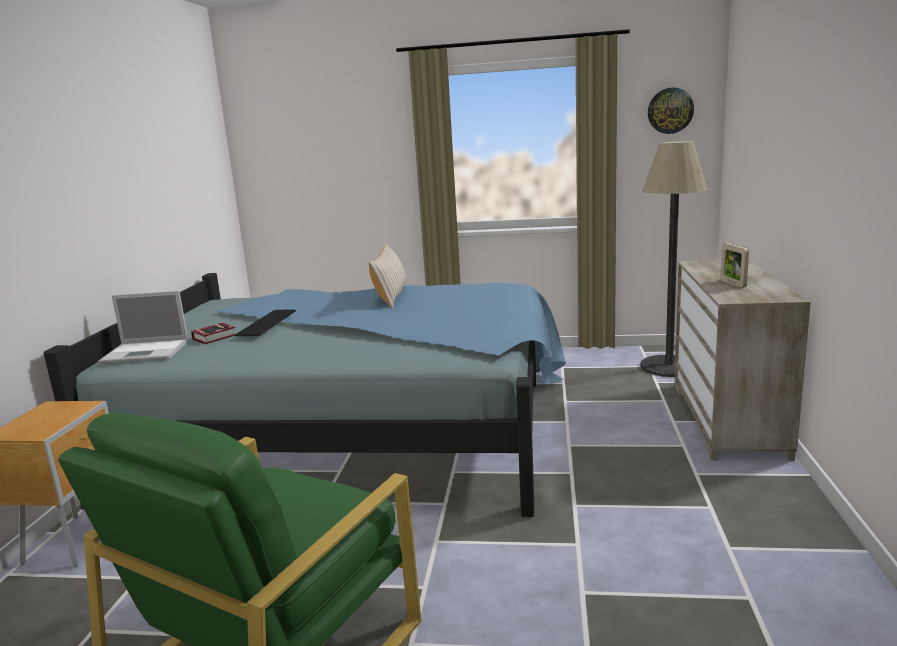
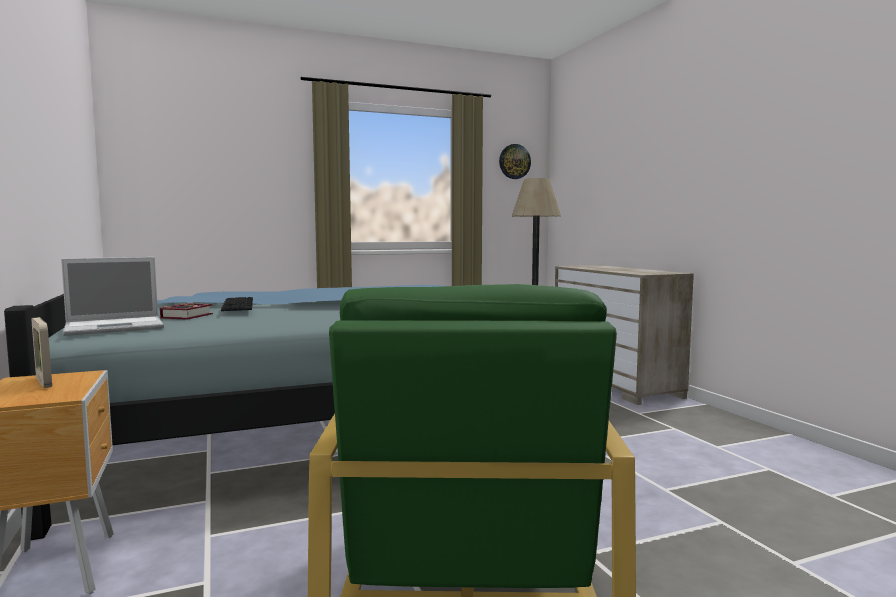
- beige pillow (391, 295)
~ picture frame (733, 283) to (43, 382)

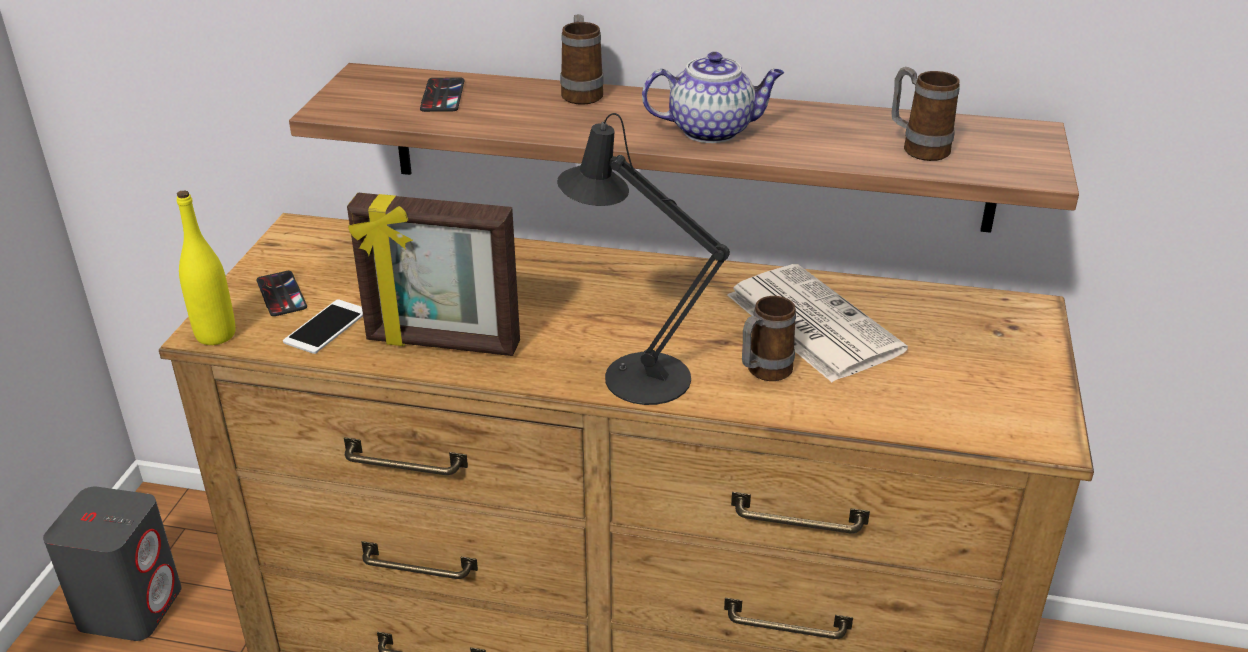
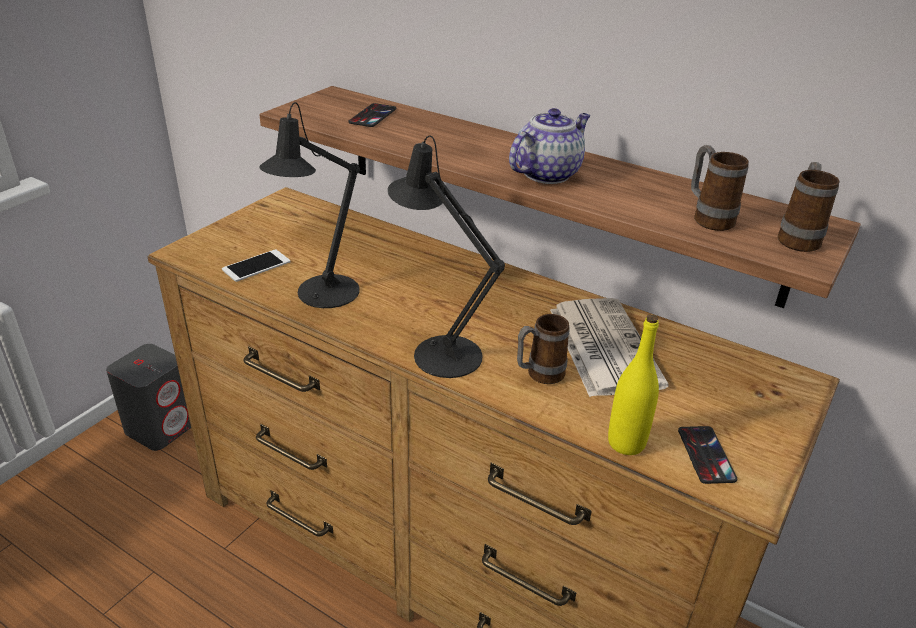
~ yellow bottle (216, 335) to (626, 443)
~ phone (281, 294) to (706, 455)
~ picture frame (442, 344) to black table lamp (322, 295)
~ mug (582, 92) to (798, 238)
~ teapot (712, 130) = (547, 173) 60 degrees counterclockwise

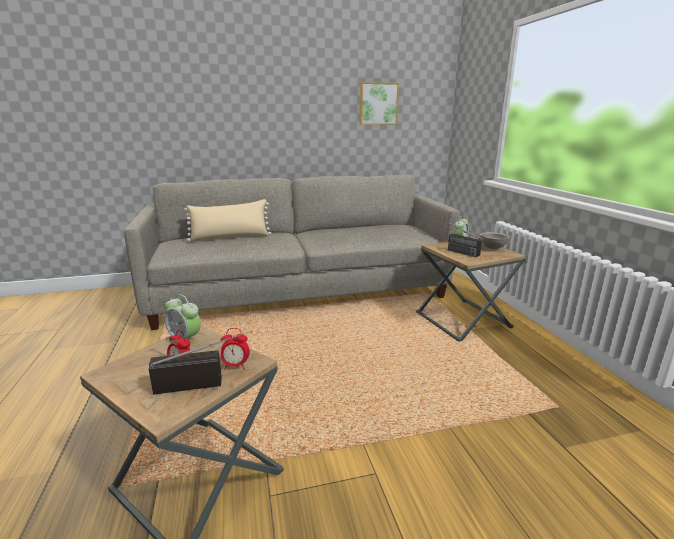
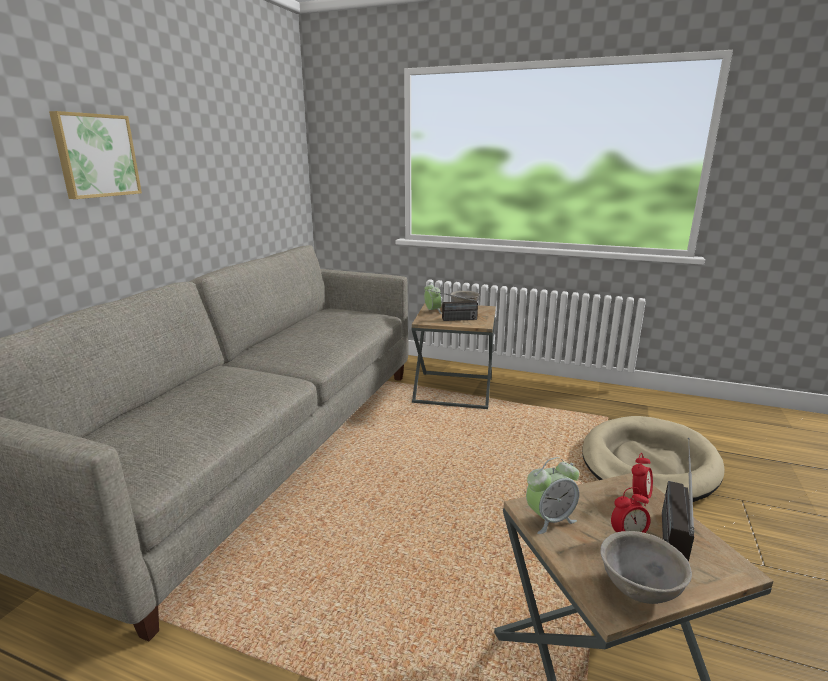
- beige pillow (230, 237)
~ picture (378, 104) to (96, 155)
+ beige dog bed (648, 464)
+ grey bowl (637, 590)

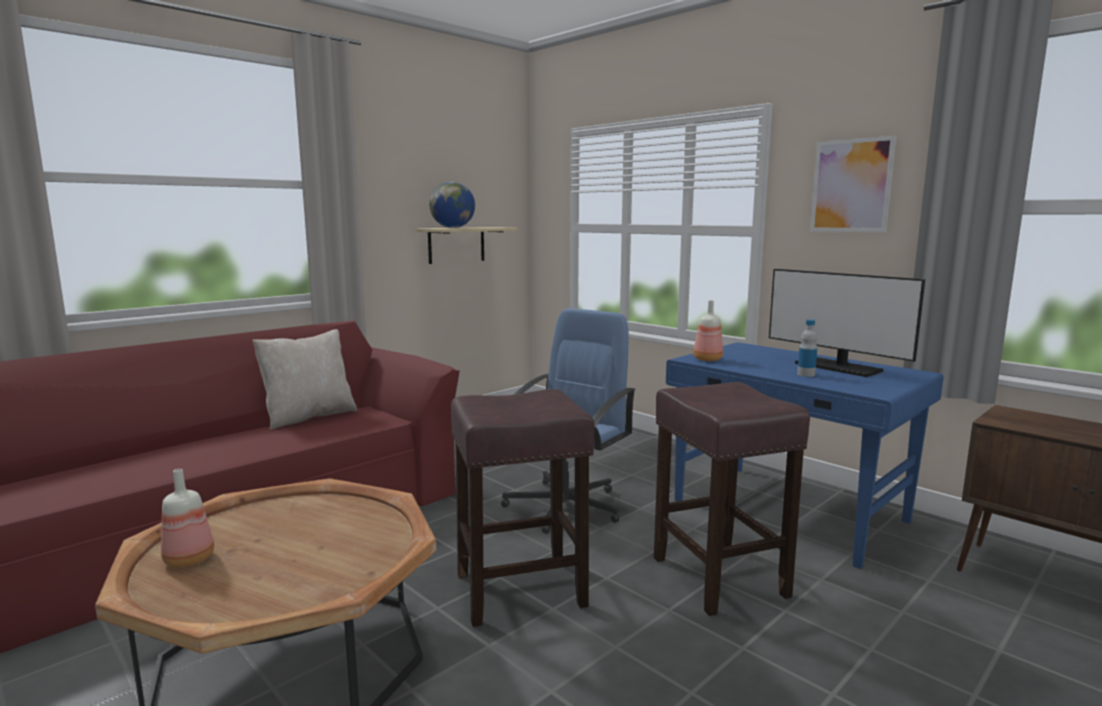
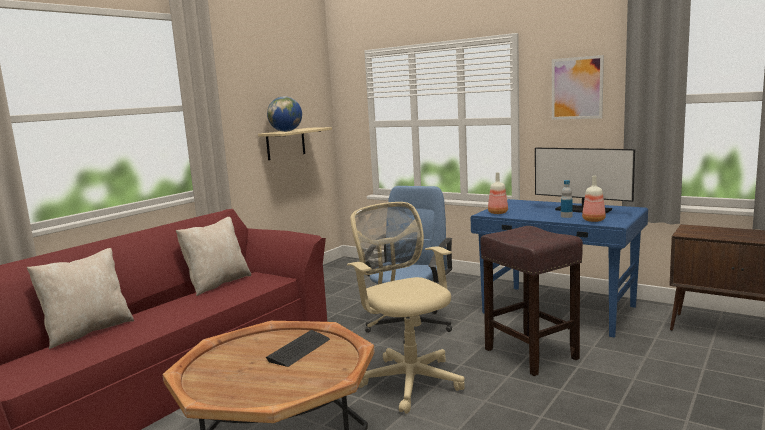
~ bottle (191, 559) to (594, 220)
~ brown stool (522, 589) to beige office chair (409, 379)
+ beige pillow (88, 331)
+ keyboard (299, 349)

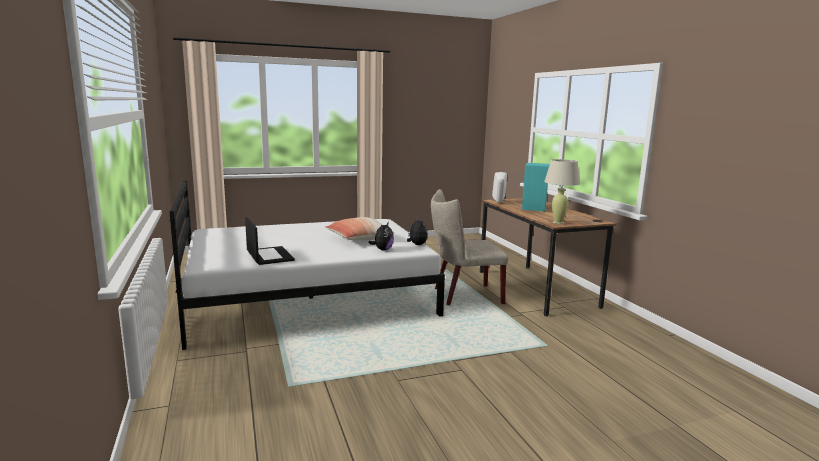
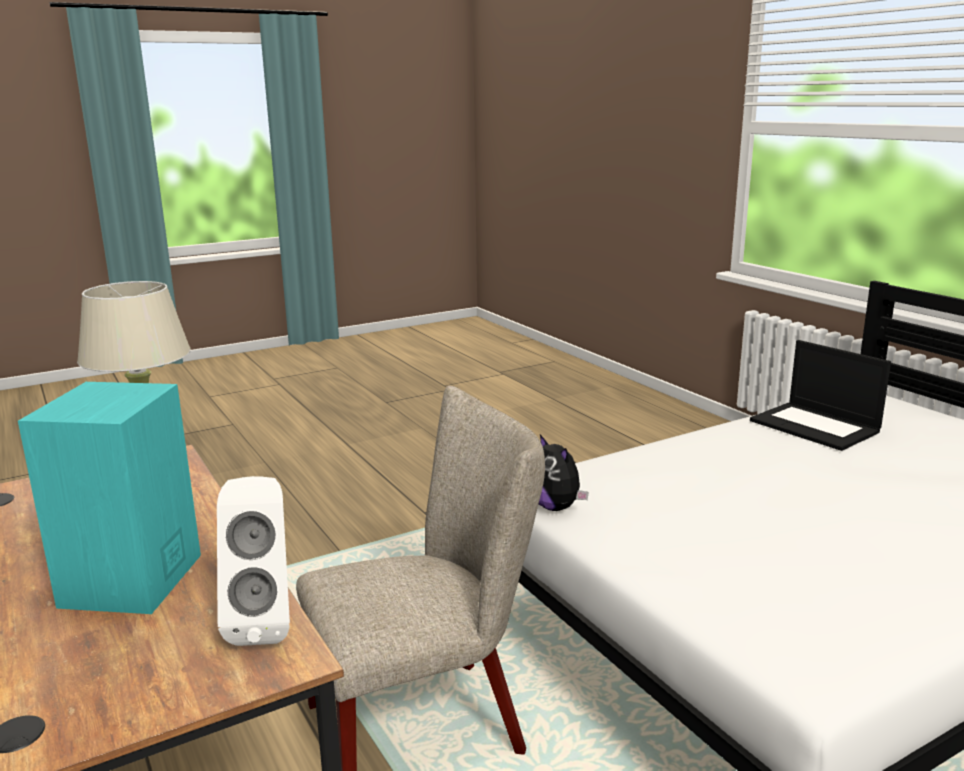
- pillow (359, 239)
- plush toy (382, 250)

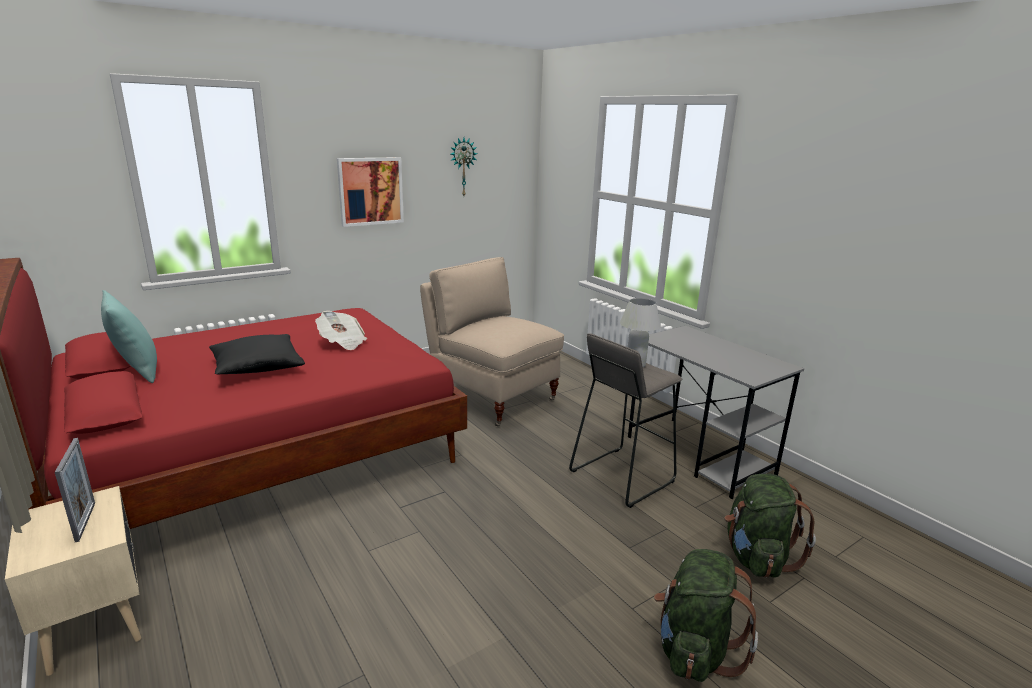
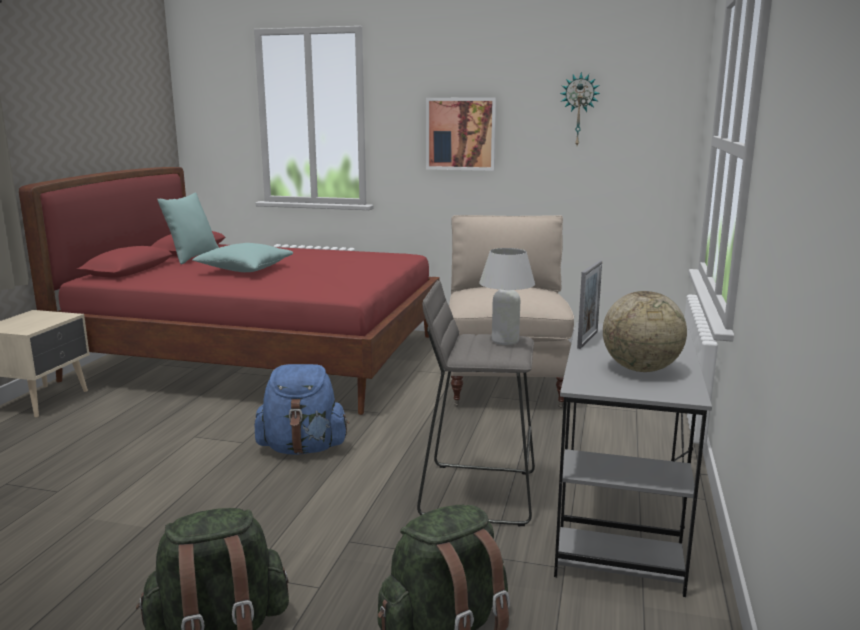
~ picture frame (85, 521) to (587, 339)
~ black pillow (257, 367) to turquoise pillow (245, 270)
- newspaper (342, 342)
+ blue backpack (303, 448)
+ globe (640, 369)

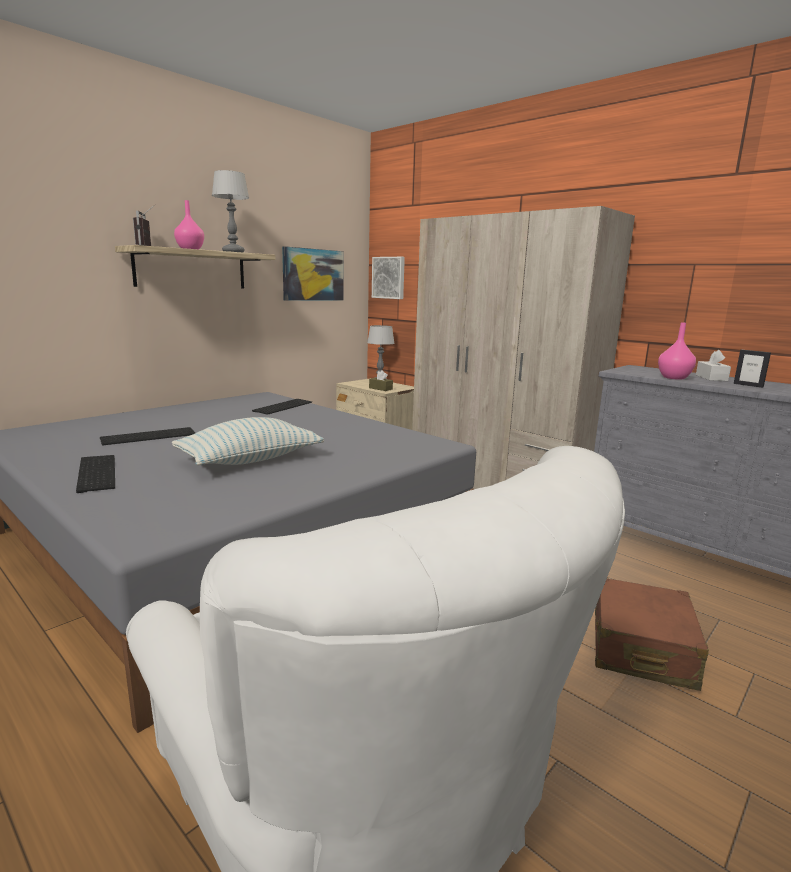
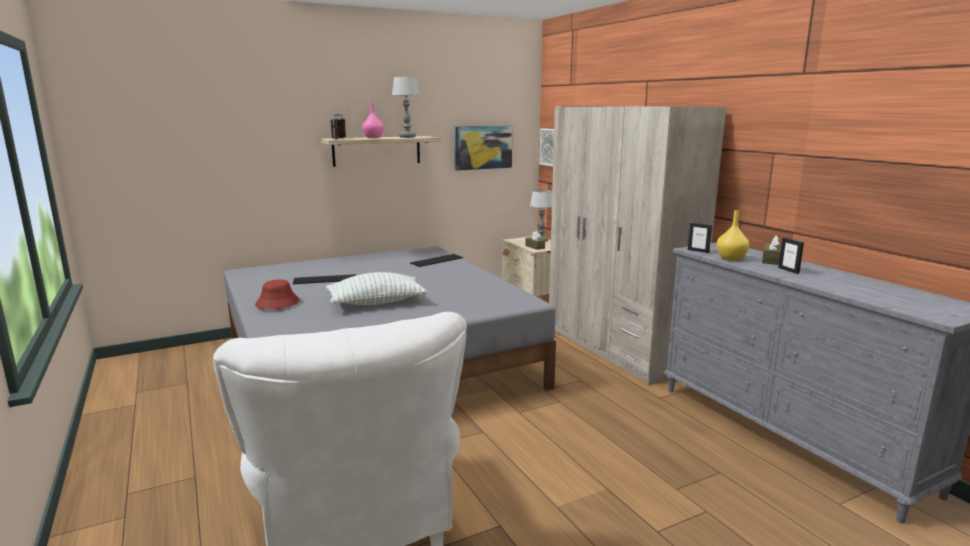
~ keyboard (94, 473) to red hat (277, 303)
- brown suitcase (641, 648)
~ pink vase (674, 378) to yellow vase (731, 259)
~ white tissue box (711, 378) to brown tissue box (771, 260)
+ picture frame (698, 251)

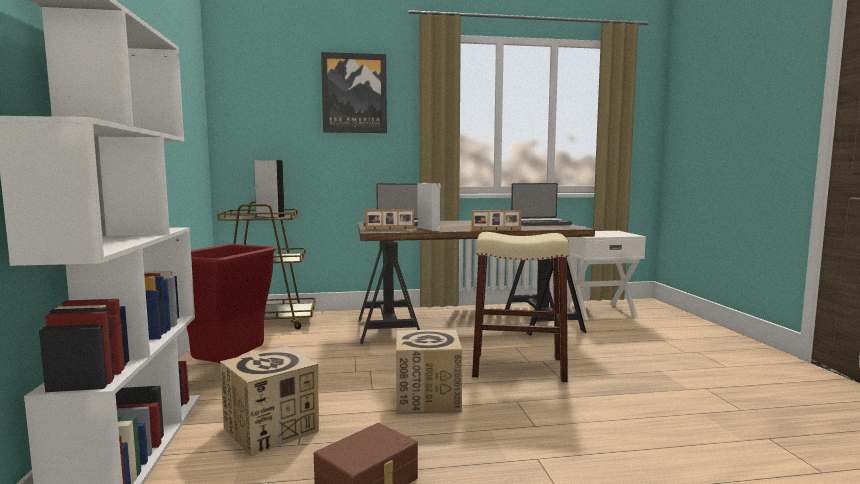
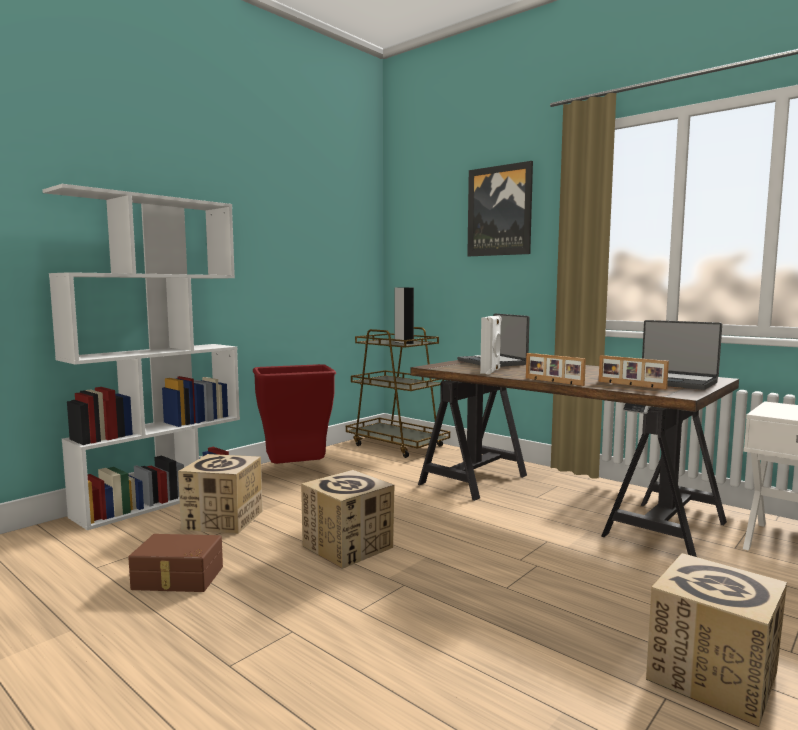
~ picture frame (390, 229) to (631, 385)
- beige stool (518, 367)
+ cardboard box (712, 676)

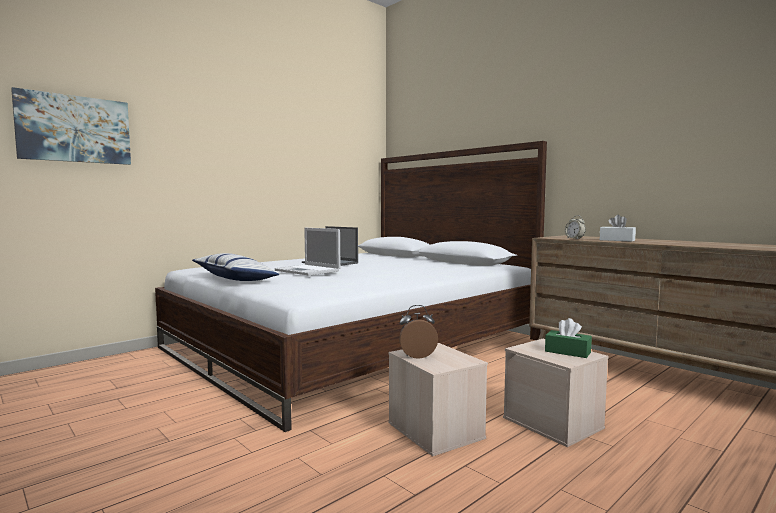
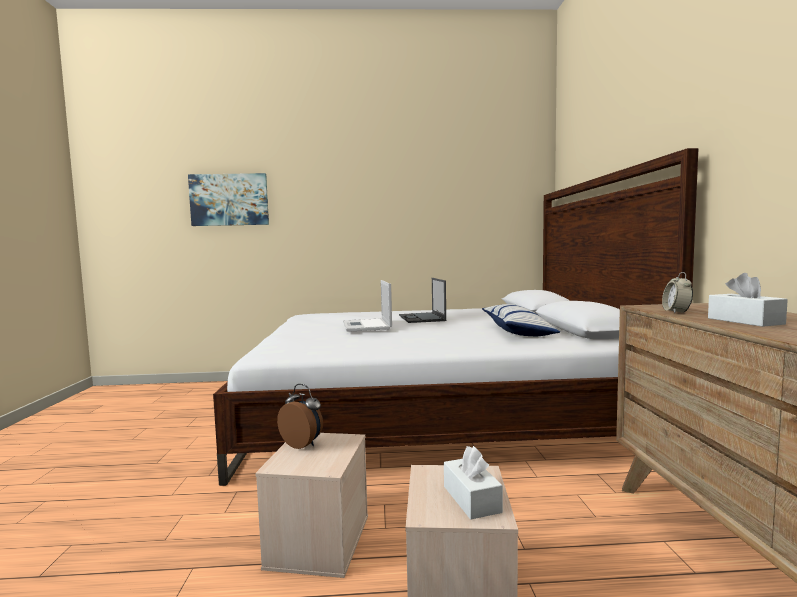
~ pillow (234, 279) to (517, 331)
~ green tissue box (567, 352) to white tissue box (471, 499)

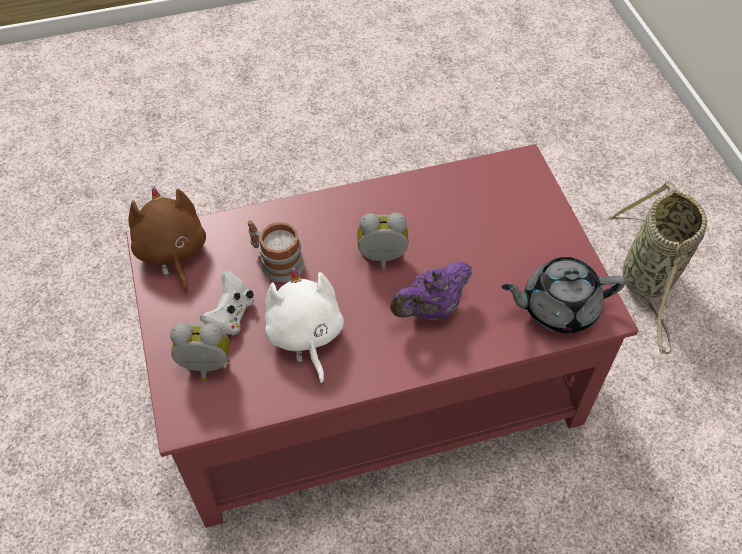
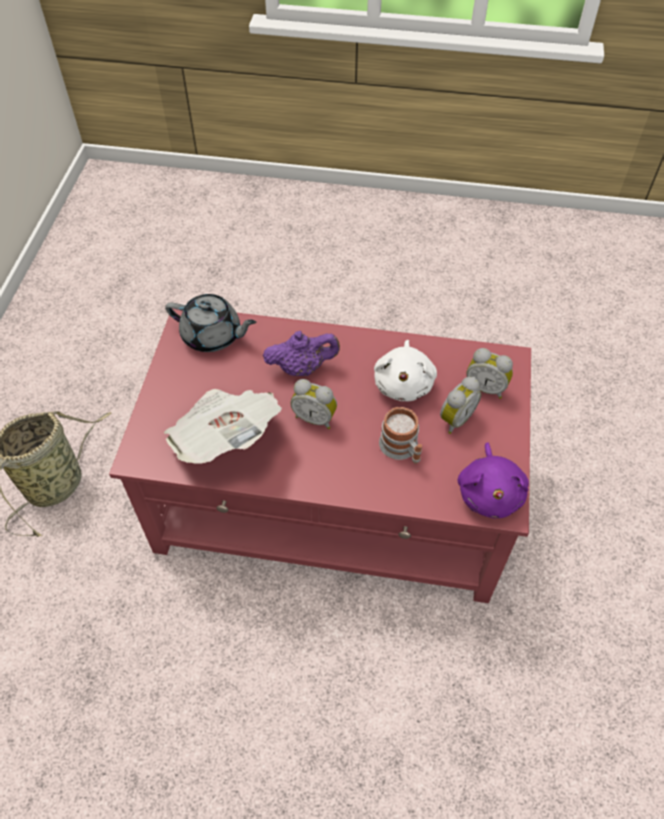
~ brown plush toy (172, 252) to purple plush toy (490, 493)
~ white game controller (231, 315) to alarm clock (454, 419)
+ newspaper (224, 438)

